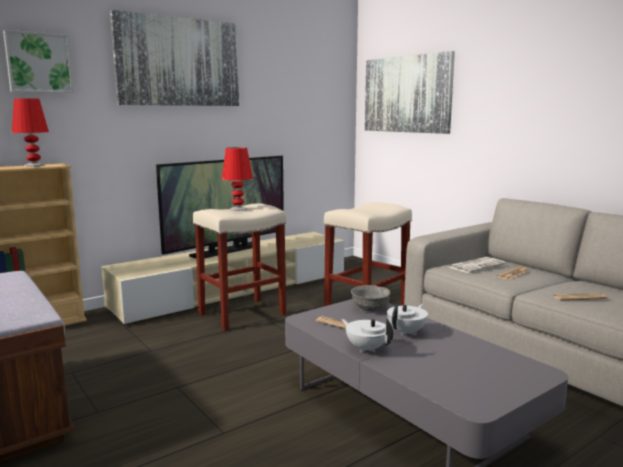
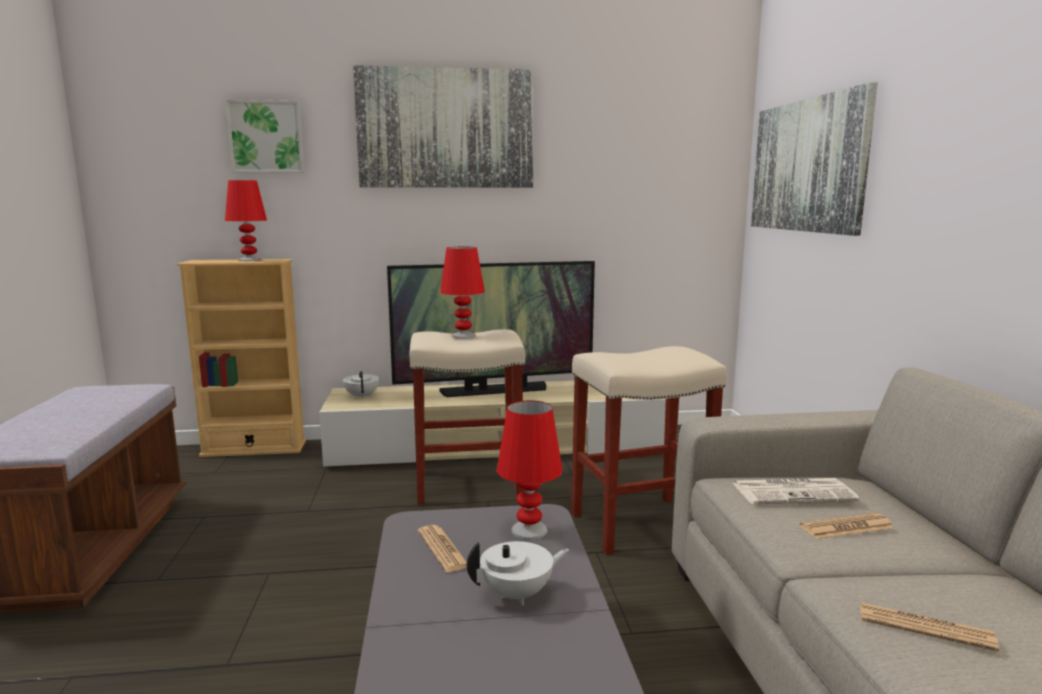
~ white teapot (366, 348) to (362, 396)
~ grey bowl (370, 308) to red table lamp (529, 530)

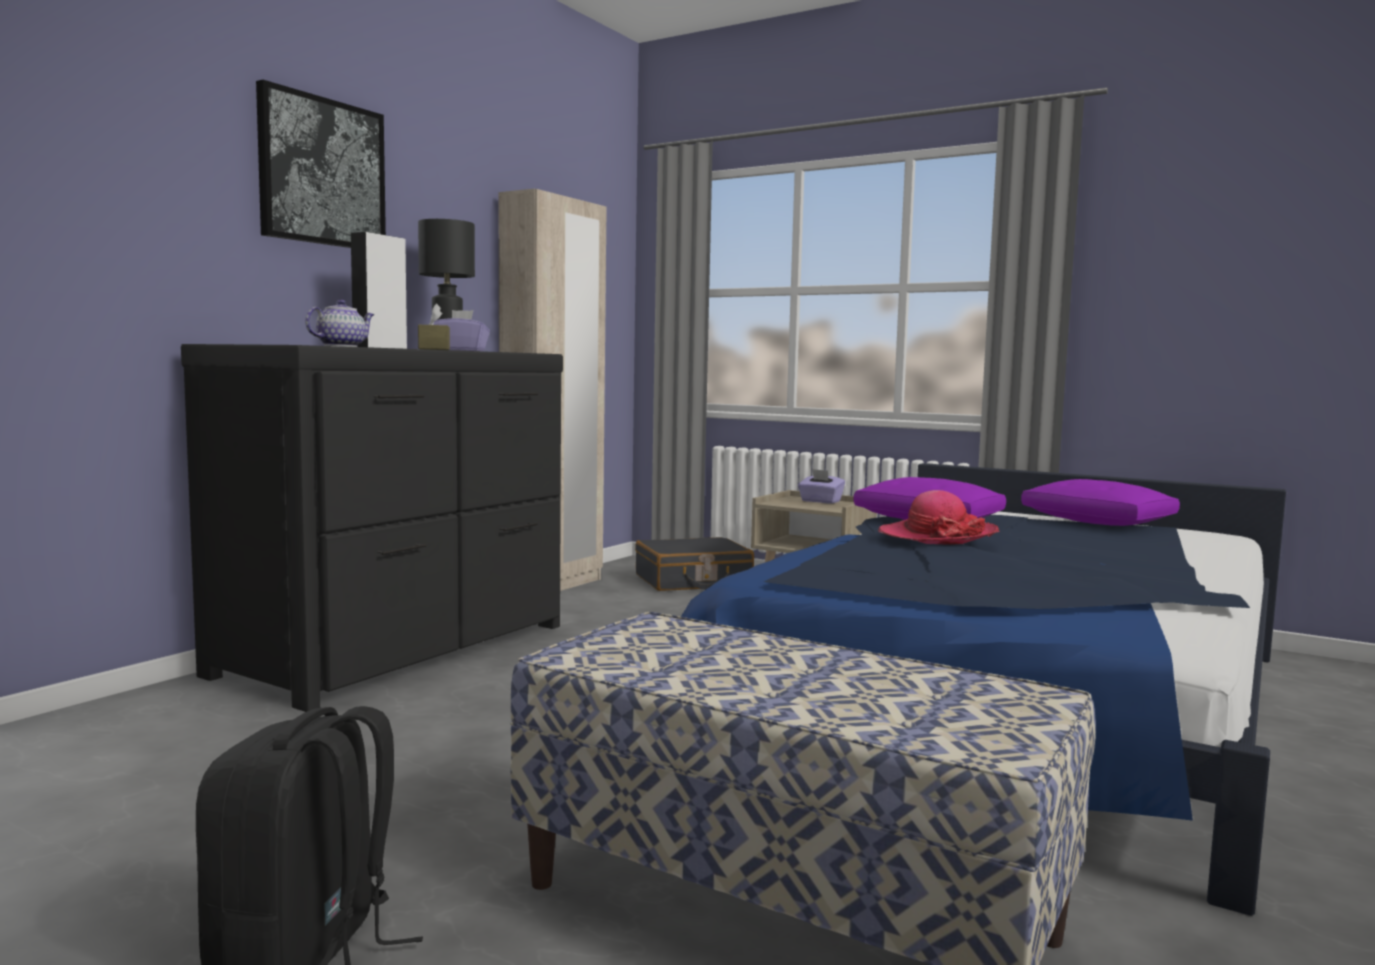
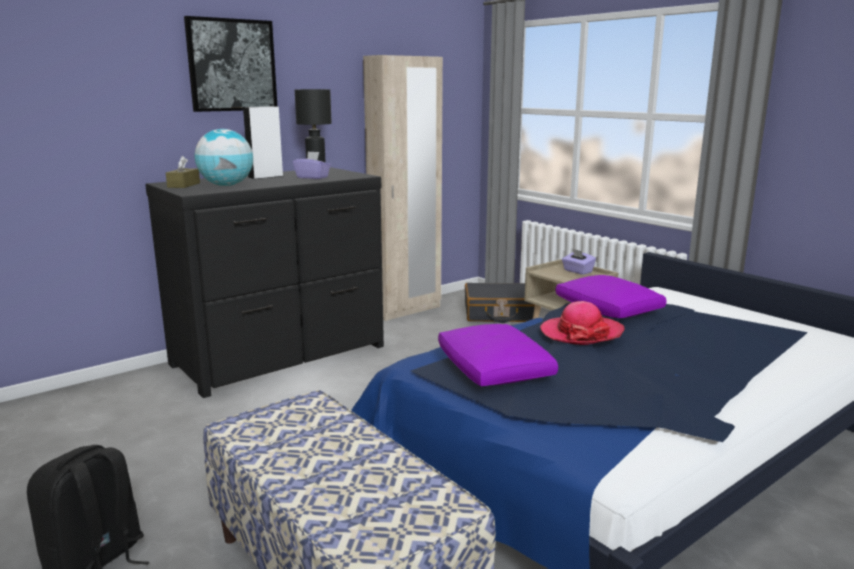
~ teapot (342, 346) to globe (226, 185)
~ brown tissue box (434, 349) to (184, 185)
~ purple pillow (1098, 522) to (494, 370)

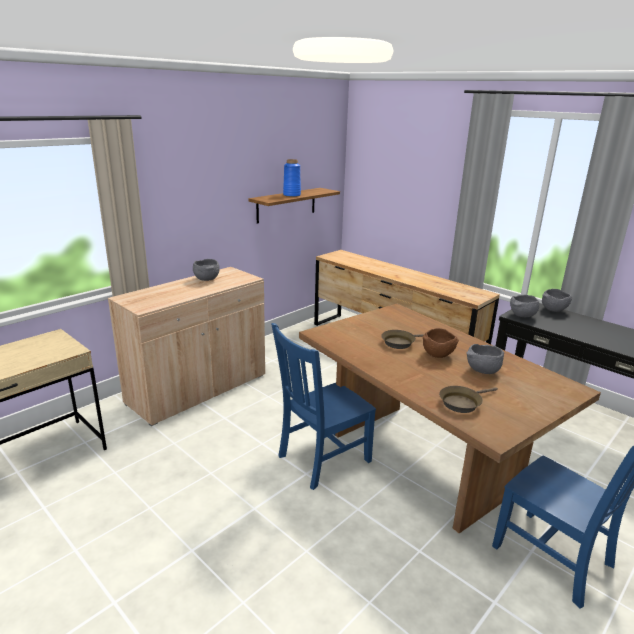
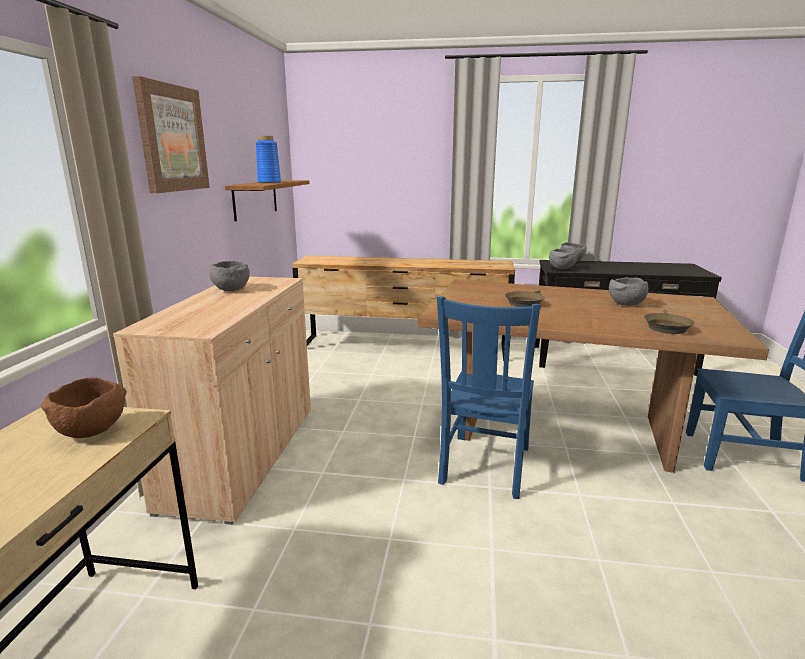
~ brown bowl (438, 355) to (92, 431)
+ picture (172, 138)

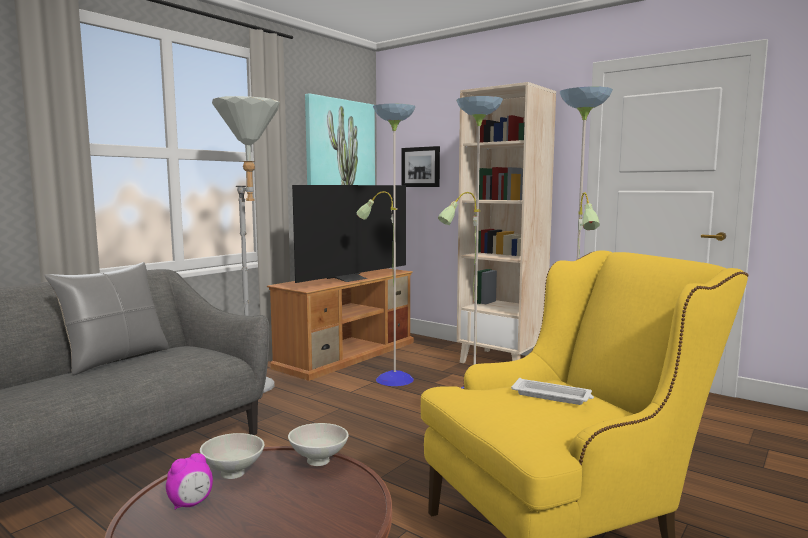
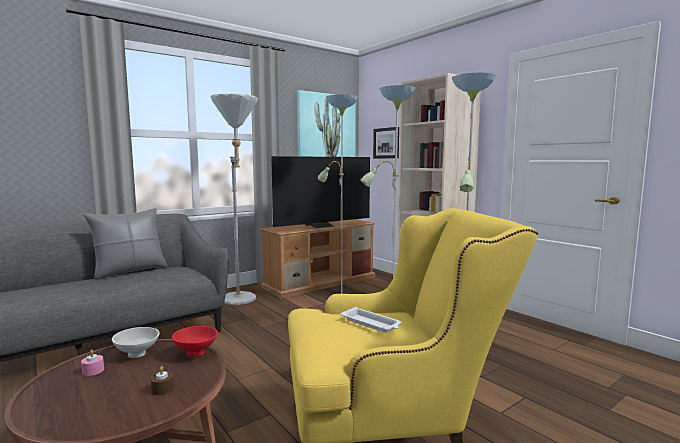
~ alarm clock (191, 504) to pink candle (93, 371)
~ white bowl (318, 460) to red bowl (196, 352)
+ brown candle (162, 389)

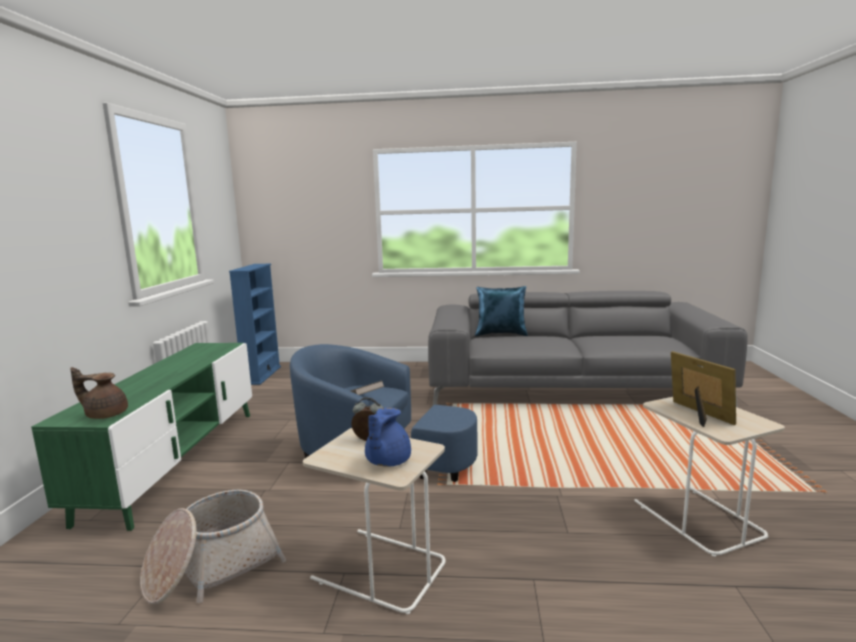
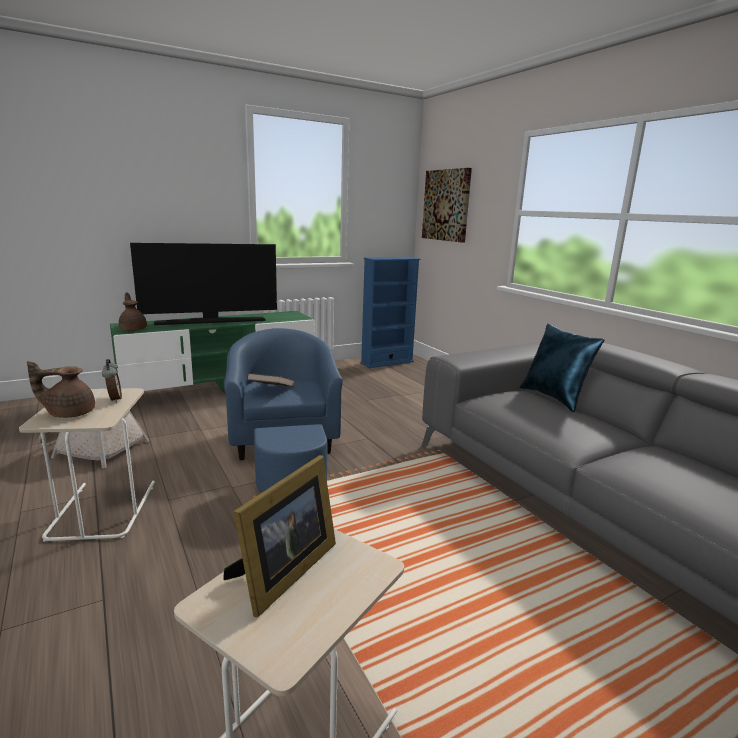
~ blue teapot (386, 461) to brown teapot (69, 413)
+ television (211, 321)
+ picture (446, 205)

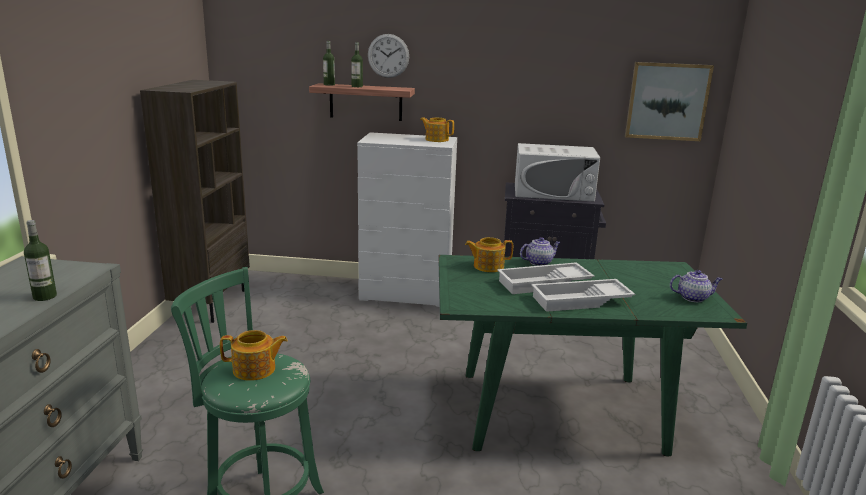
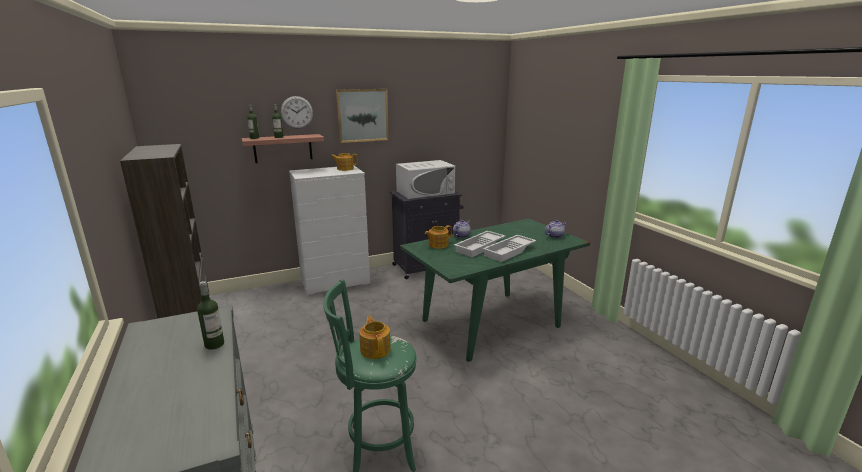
~ teapot (255, 370) = (375, 349) 75 degrees counterclockwise
~ picture (667, 101) to (362, 115)

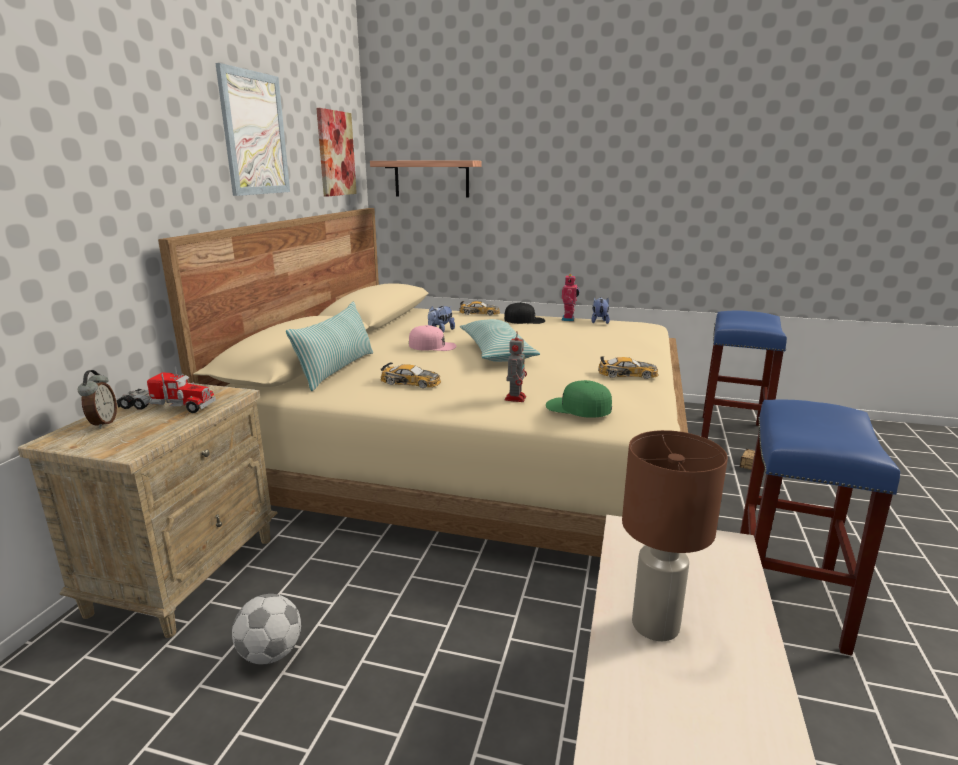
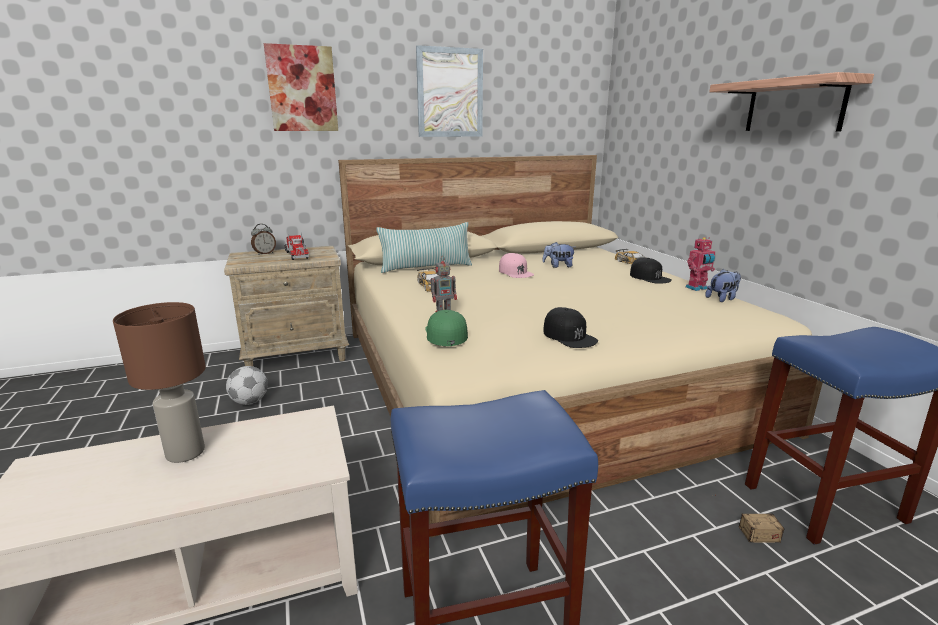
~ picture (335, 153) to (302, 89)
~ shelf (431, 179) to (794, 106)
- pillow (496, 352)
~ toy car (627, 374) to black cap (569, 336)

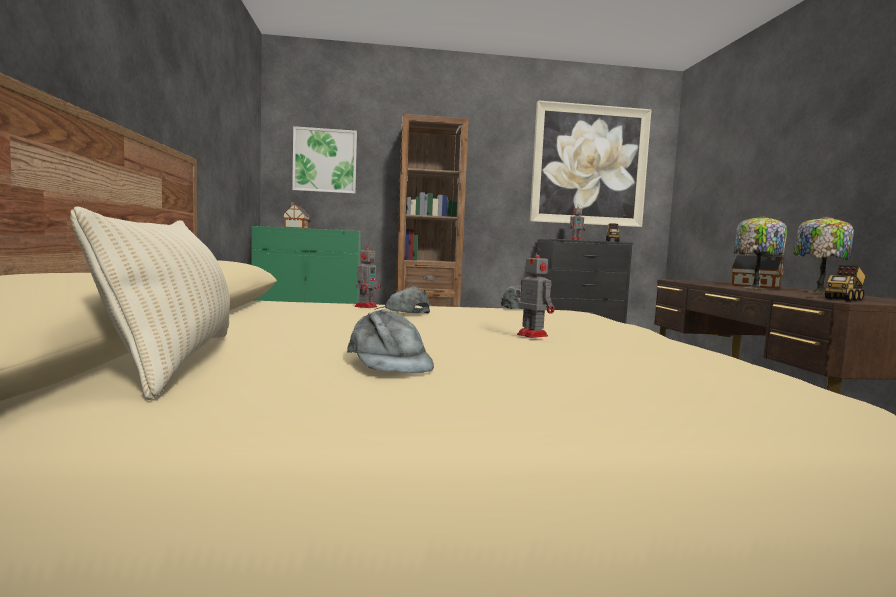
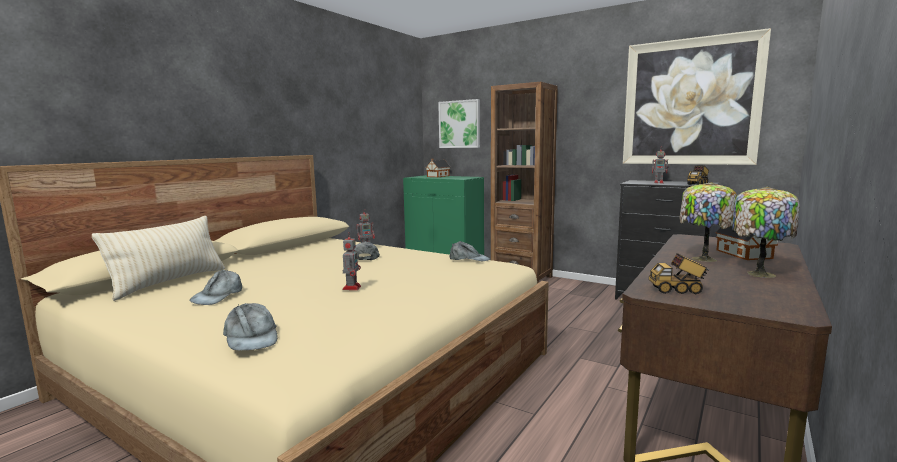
+ grey cap (251, 337)

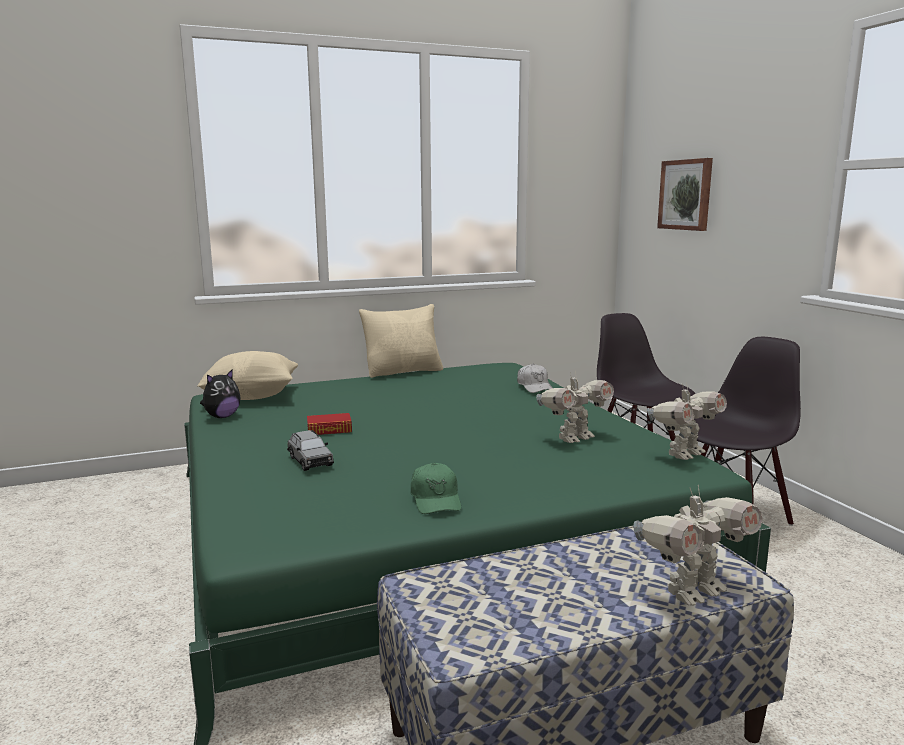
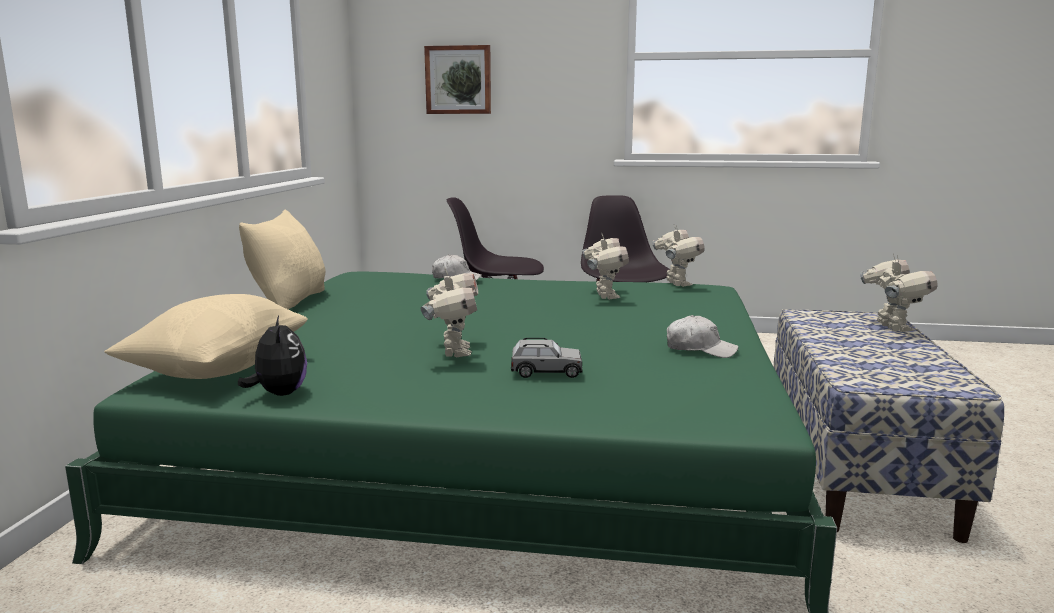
~ book (329, 429) to toy robot (453, 352)
~ green cap (436, 499) to white cap (700, 349)

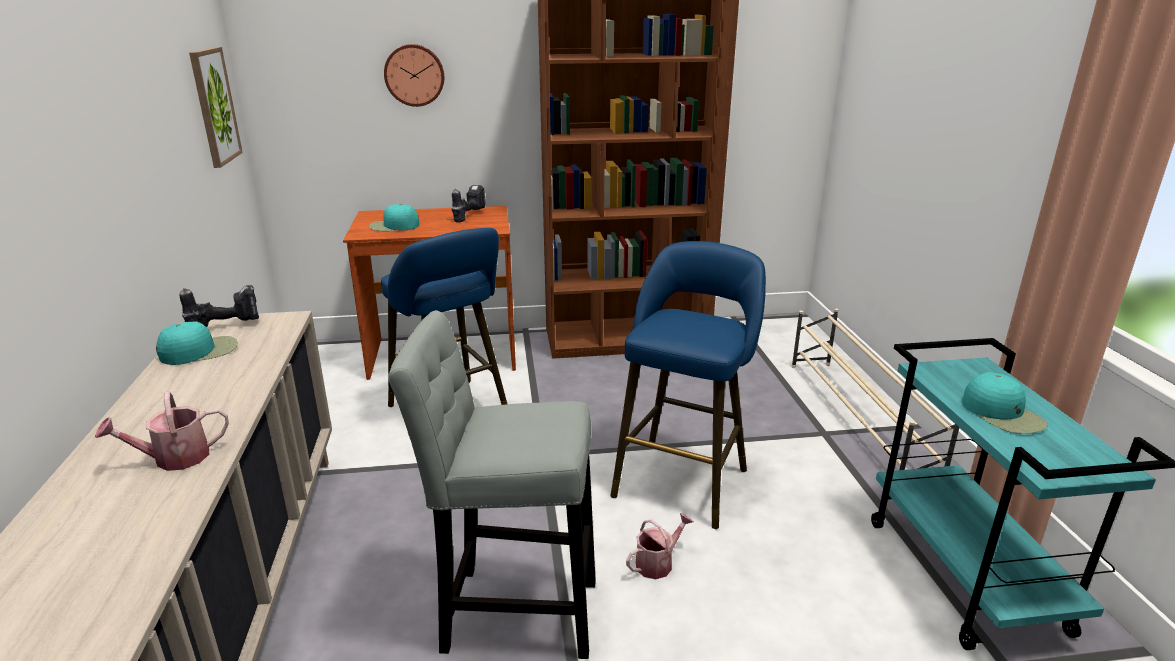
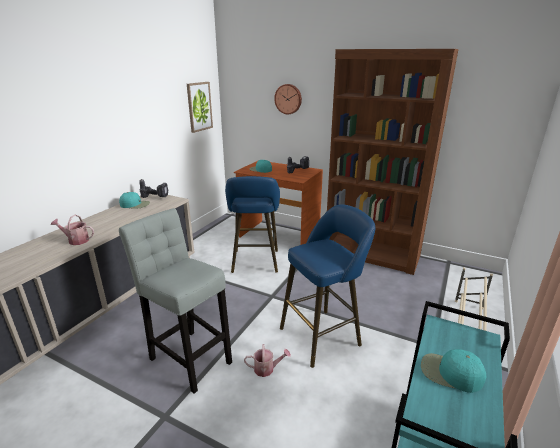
~ turquoise cap (1003, 414) = (450, 373) 105 degrees clockwise

